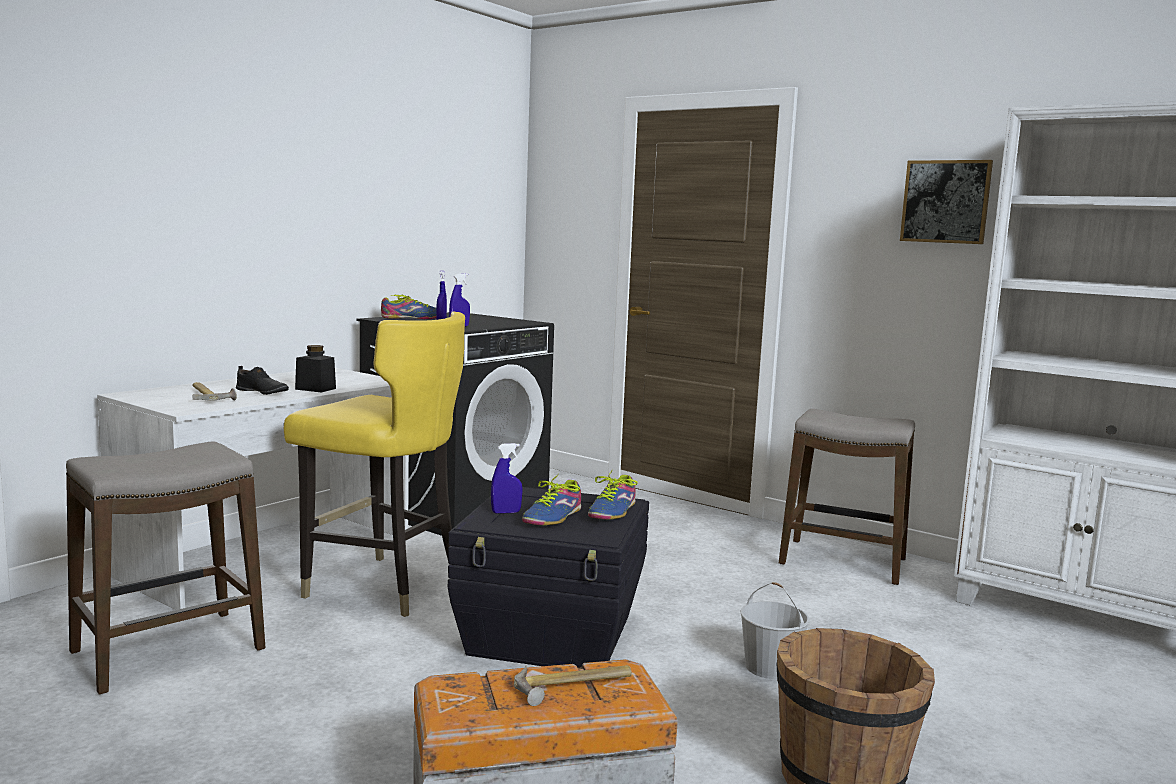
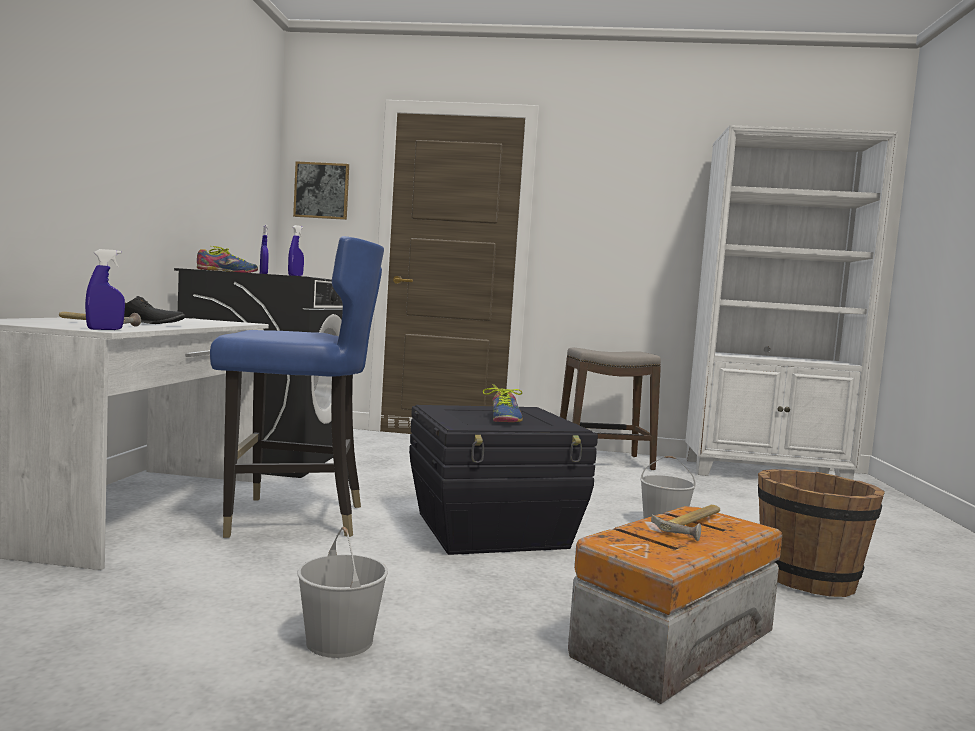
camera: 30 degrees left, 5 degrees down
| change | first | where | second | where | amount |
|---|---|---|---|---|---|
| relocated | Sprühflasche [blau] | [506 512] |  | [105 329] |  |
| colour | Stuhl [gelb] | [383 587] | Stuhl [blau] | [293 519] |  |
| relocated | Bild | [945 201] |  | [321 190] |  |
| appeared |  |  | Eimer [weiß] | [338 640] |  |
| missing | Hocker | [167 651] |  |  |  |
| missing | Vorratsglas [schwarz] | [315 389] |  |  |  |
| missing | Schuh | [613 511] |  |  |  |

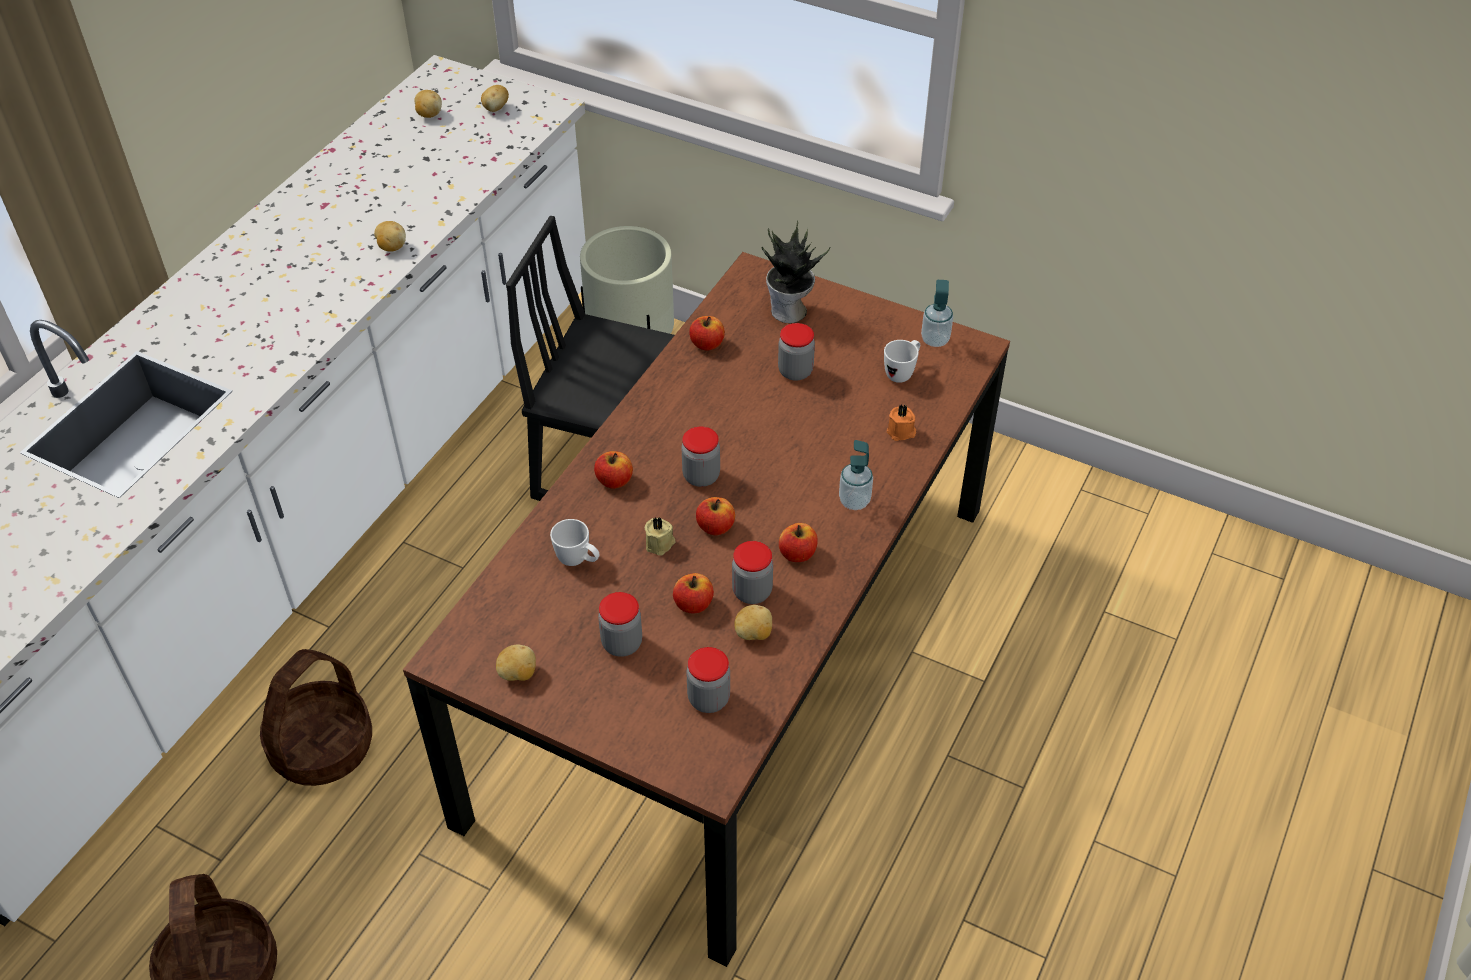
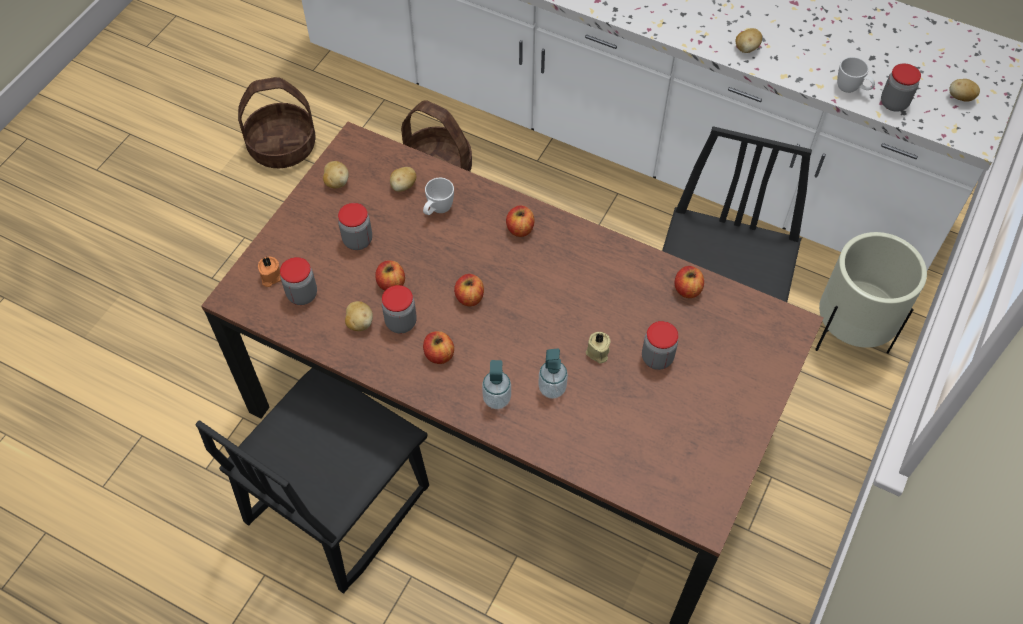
camera: 90 degrees right, 10 degrees up
| change | first | where | second | where | amount |
|---|---|---|---|---|---|
| appeared |  |  | Stuhl [schwarz] | [336 503] |  |
| relocated | Kerze [orange] | [901 432] |  | [270 277] |  |
| relocated | Kartoffel | [429 114] |  | [403 186] |  |
| relocated | Seifenspender | [935 340] |  | [552 388] |  |
| relocated | Kerze [beige] | [660 544] |  | [597 353] |  |
| relocated | Henkelbecher [weiß] | [902 372] |  | [851 89] |  |
| relocated | Vorratsglas | [701 476] |  | [894 103] |  |
| missing | Topfpflanze | [789 312] |  |  |  |

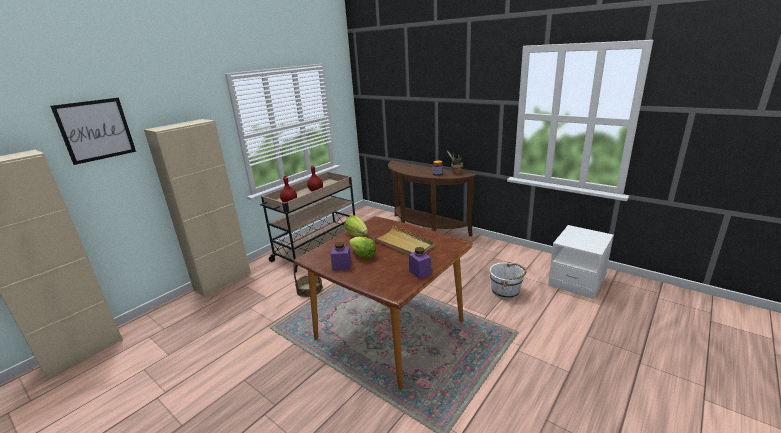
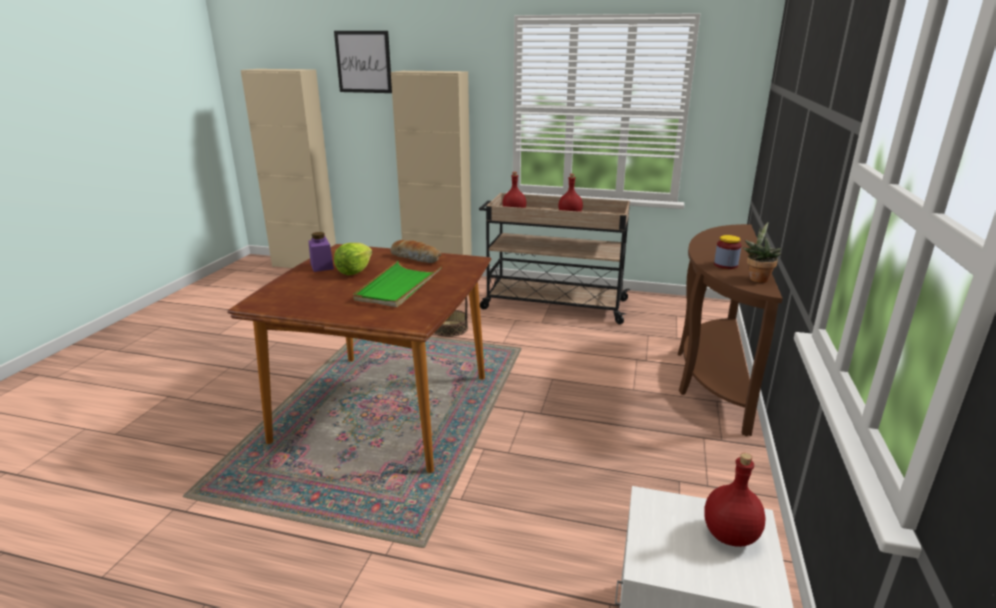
camera: 65 degrees right, 0 degrees up
| change | first | where | second | where | amount |
|---|---|---|---|---|---|
| colour | Tablett [beige] | [403 244] | Tablett [grün] | [398 287] |  |
| exchanged | Salatkopf | [357 235] | Brot | [416 258] |  |
| appeared |  |  | Flasche [rot] | [729 536] |  |
| missing | Vorratsglas [lila] | [420 272] |  |  |  |
| missing | Eimer [weiß] | [506 291] |  |  |  |

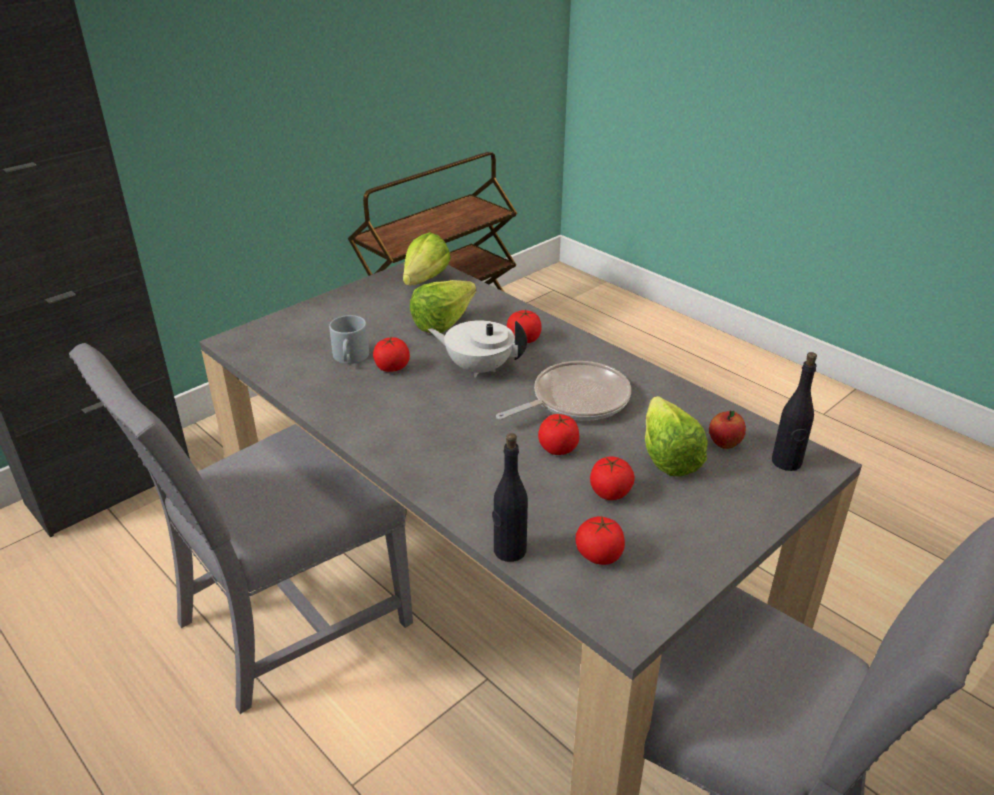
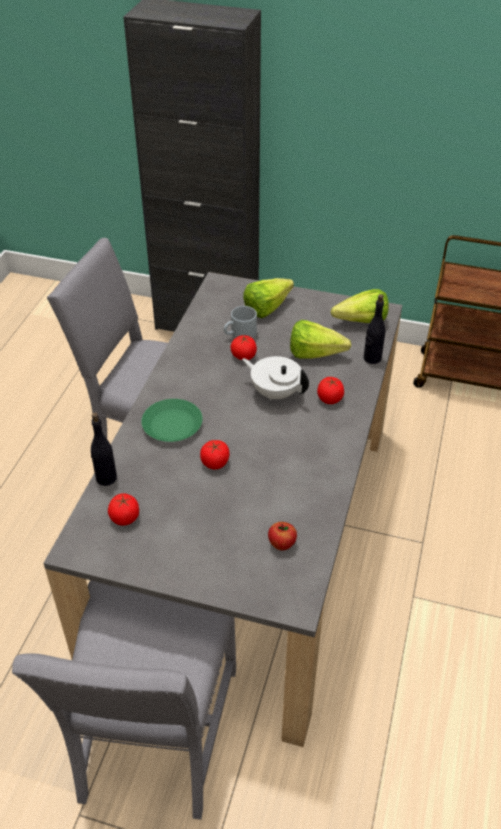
camera: 60 degrees right, 10 degrees up
| change | first | where | second | where | amount |
|---|---|---|---|---|---|
| appeared |  |  | Teller [grün] | [172 426] |  |
| spun | Teekanne [weiß] | [479 368] |  | [275 392] | 45 degrees counterclockwise |
| relocated | Salatkopf | [667 452] |  | [271 307] |  |
| relocated | Flasche [schwarz] | [786 462] |  | [372 358] |  |
| missing | Pfanne | [575 400] |  |  |  |
| missing | Tomate | [610 492] |  |  |  |

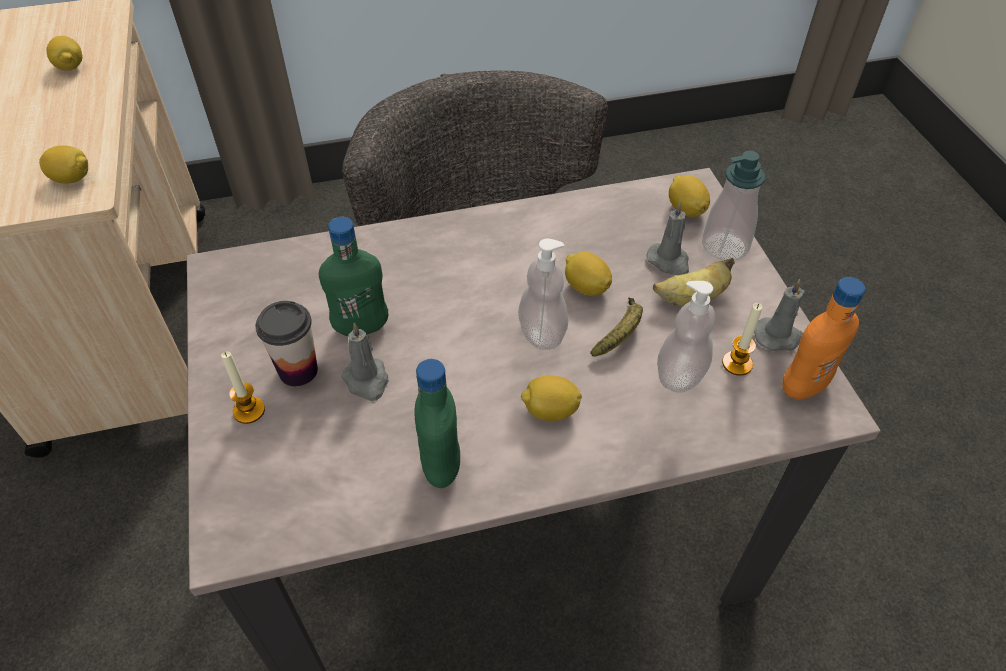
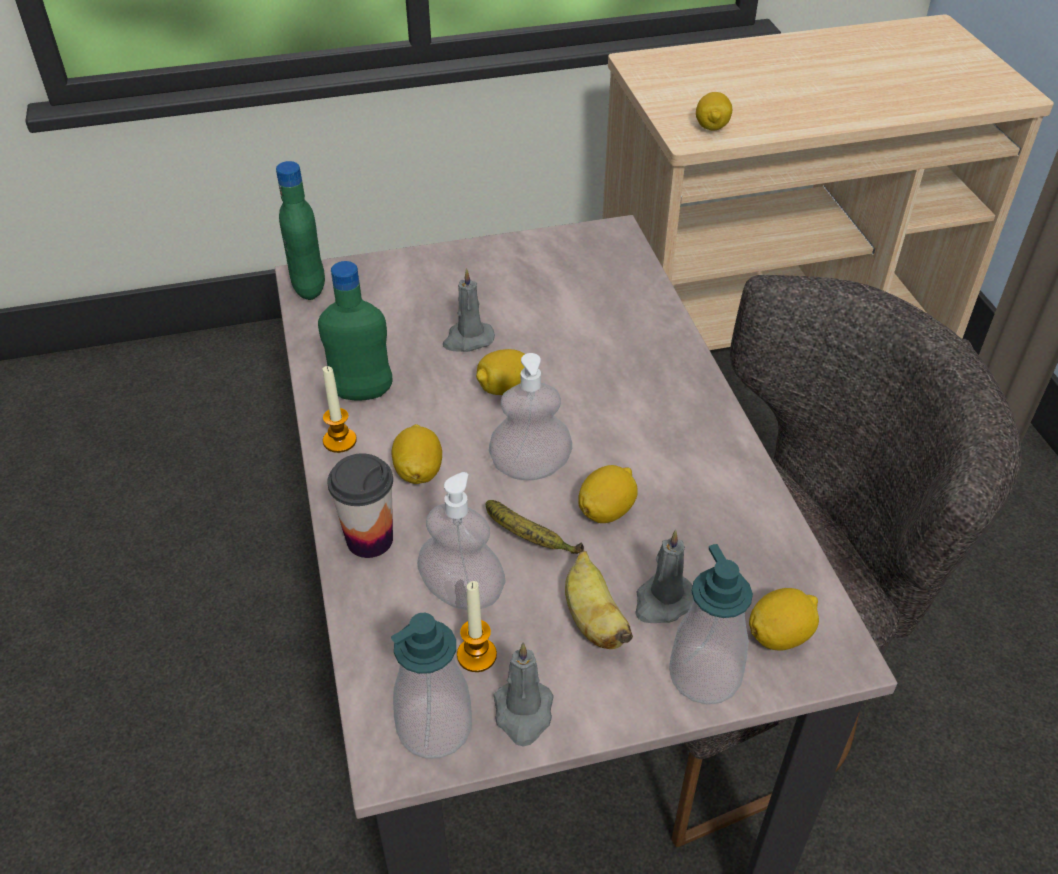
camera: 90 degrees right, 5 degrees down
| change | first | where | second | where | amount |
|---|---|---|---|---|---|
| relocated | Flasche [grün] | [361 327] |  | [309 288] |  |
| relocated | Kerze | [249 410] |  | [339 441] |  |
| relocated | Tasse | [298 371] |  | [370 539] |  |
| exchanged | Flasche [orange] | [804 386] | Seifenspender | [434 727] |  |
| relocated | Zitrone | [70 67] |  | [504 388] |  |

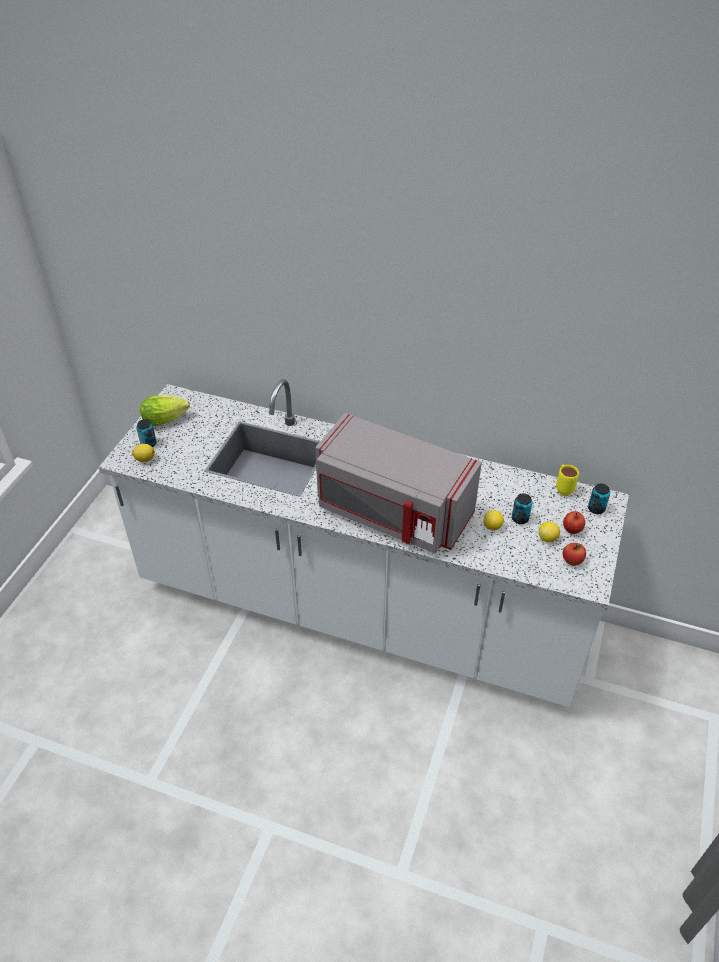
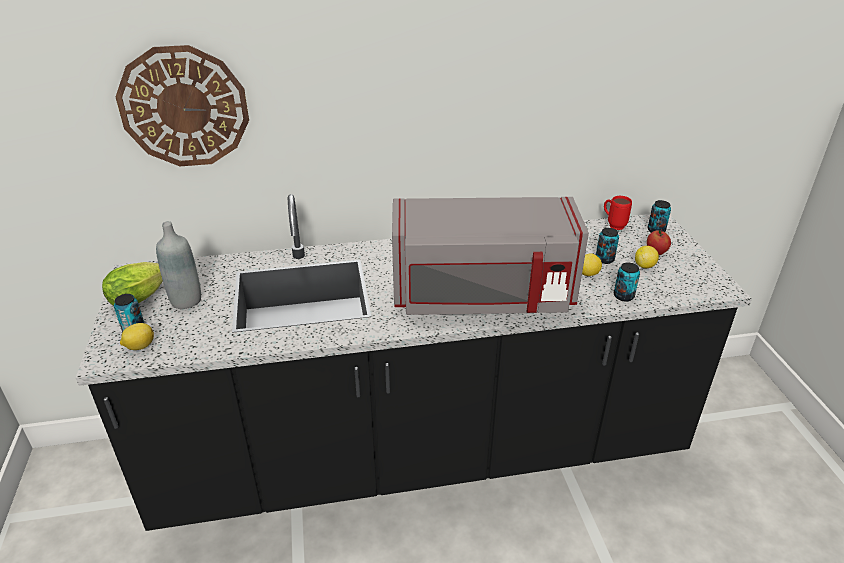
camera: 30 degrees left, 10 degrees down
| change | first | where | second | where | amount |
|---|---|---|---|---|---|
| colour | Küchenzeile [weiß] | [359 609] | Küchenzeile [schwarz] | [422 454] |  |
| appeared |  |  | Wanduhr | [184 107] |  |
| appeared |  |  | Flasche [grau] | [186 300] |  |
| colour | Henkelbecher [gelb] | [563 488] | Henkelbecher [rot] | [613 225] |  |
| appeared |  |  | Dose | [623 296] |  |
| missing | Apfel | [572 561] |  |  |  |

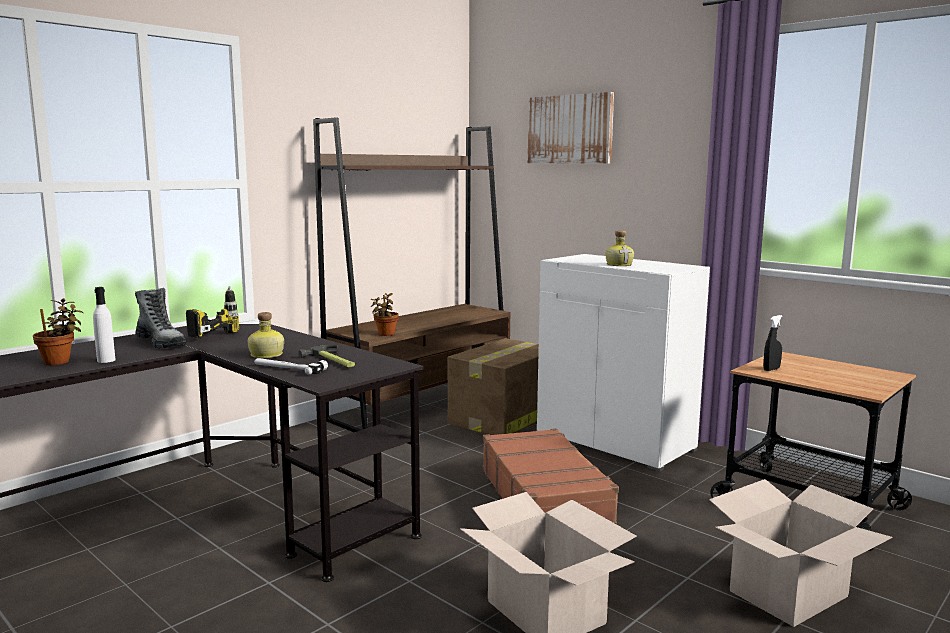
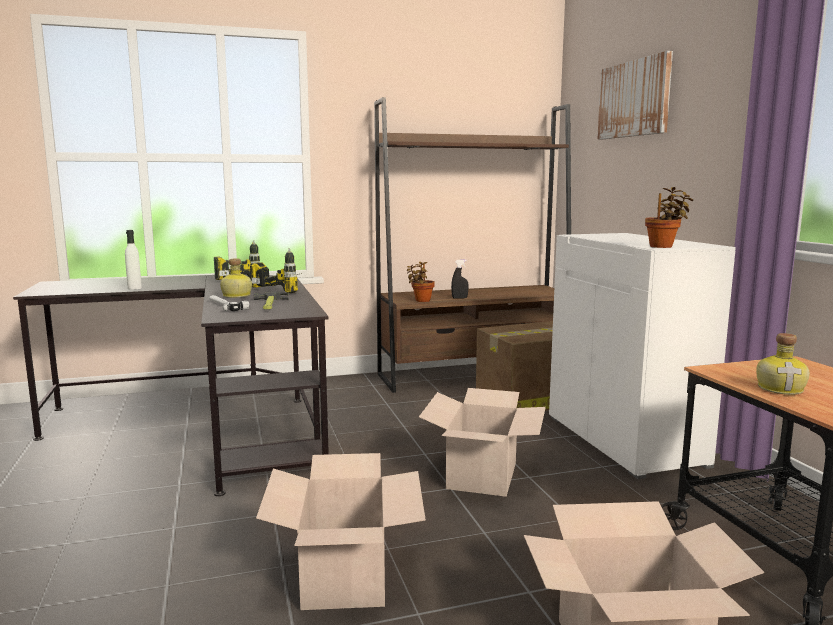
camera: 30 degrees right, 0 degrees up
| change | first | where | second | where | amount |
|---|---|---|---|---|---|
| appeared |  |  | Bohrmaschine | [285 289] |  |
| exchanged | Koffer [braun] | [545 497] | Karton | [481 475] |  |
| relocated | Sprühflasche [schwarz] | [771 369] |  | [459 298] |  |
| relocated | Topfpflanze | [60 362] |  | [663 246] |  |
| relocated | Flasche | [619 265] |  | [781 389] |  |
| missing | Stiefel | [161 343] |  |  |  |

